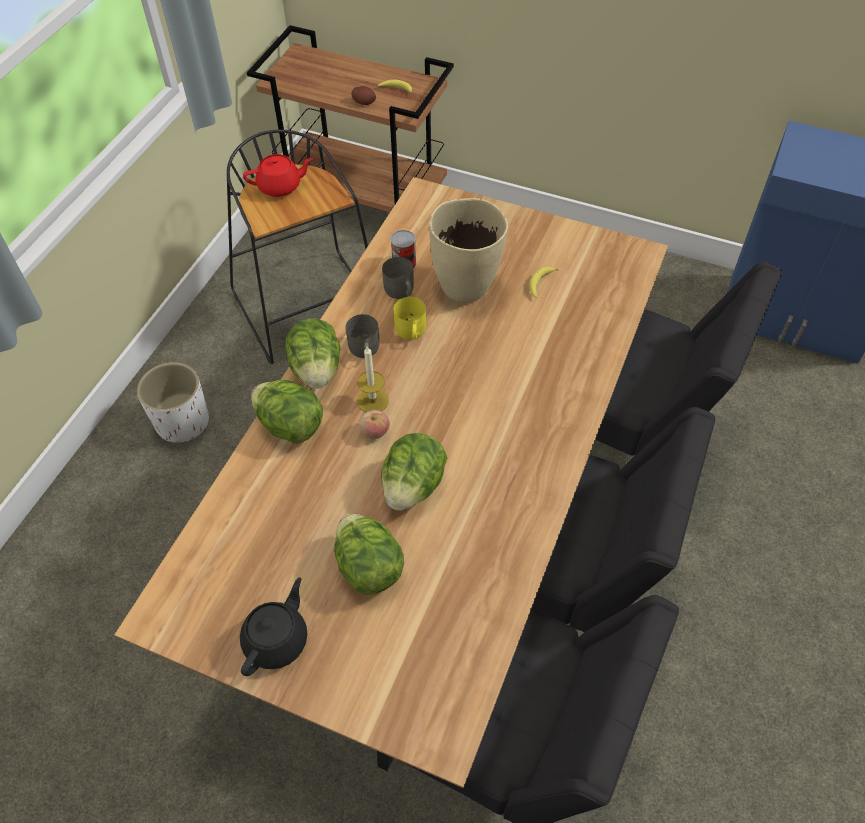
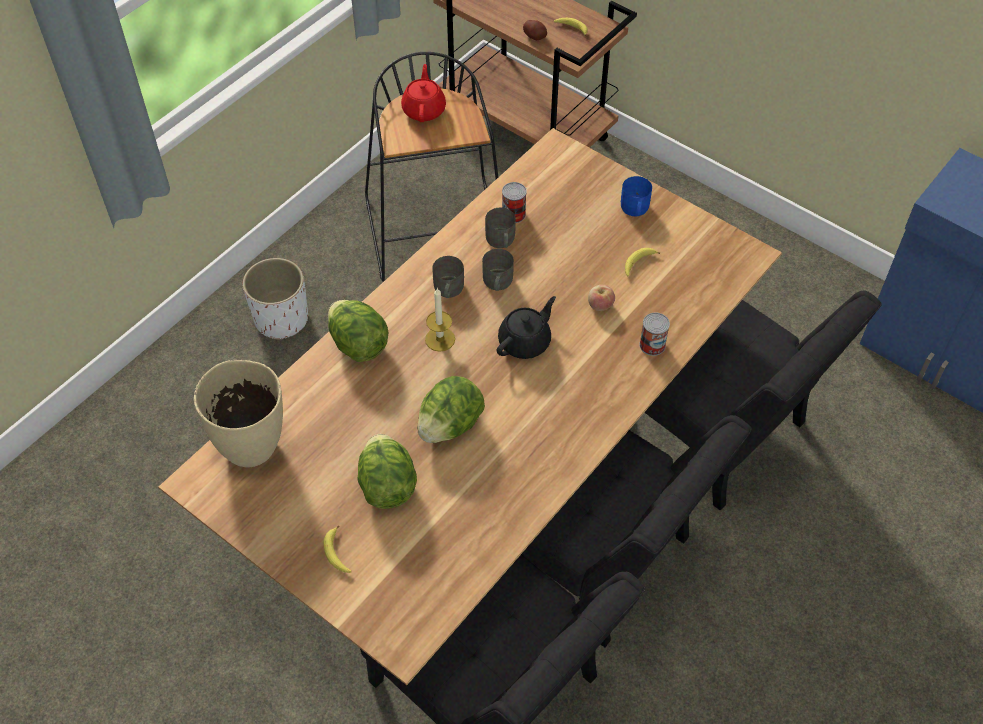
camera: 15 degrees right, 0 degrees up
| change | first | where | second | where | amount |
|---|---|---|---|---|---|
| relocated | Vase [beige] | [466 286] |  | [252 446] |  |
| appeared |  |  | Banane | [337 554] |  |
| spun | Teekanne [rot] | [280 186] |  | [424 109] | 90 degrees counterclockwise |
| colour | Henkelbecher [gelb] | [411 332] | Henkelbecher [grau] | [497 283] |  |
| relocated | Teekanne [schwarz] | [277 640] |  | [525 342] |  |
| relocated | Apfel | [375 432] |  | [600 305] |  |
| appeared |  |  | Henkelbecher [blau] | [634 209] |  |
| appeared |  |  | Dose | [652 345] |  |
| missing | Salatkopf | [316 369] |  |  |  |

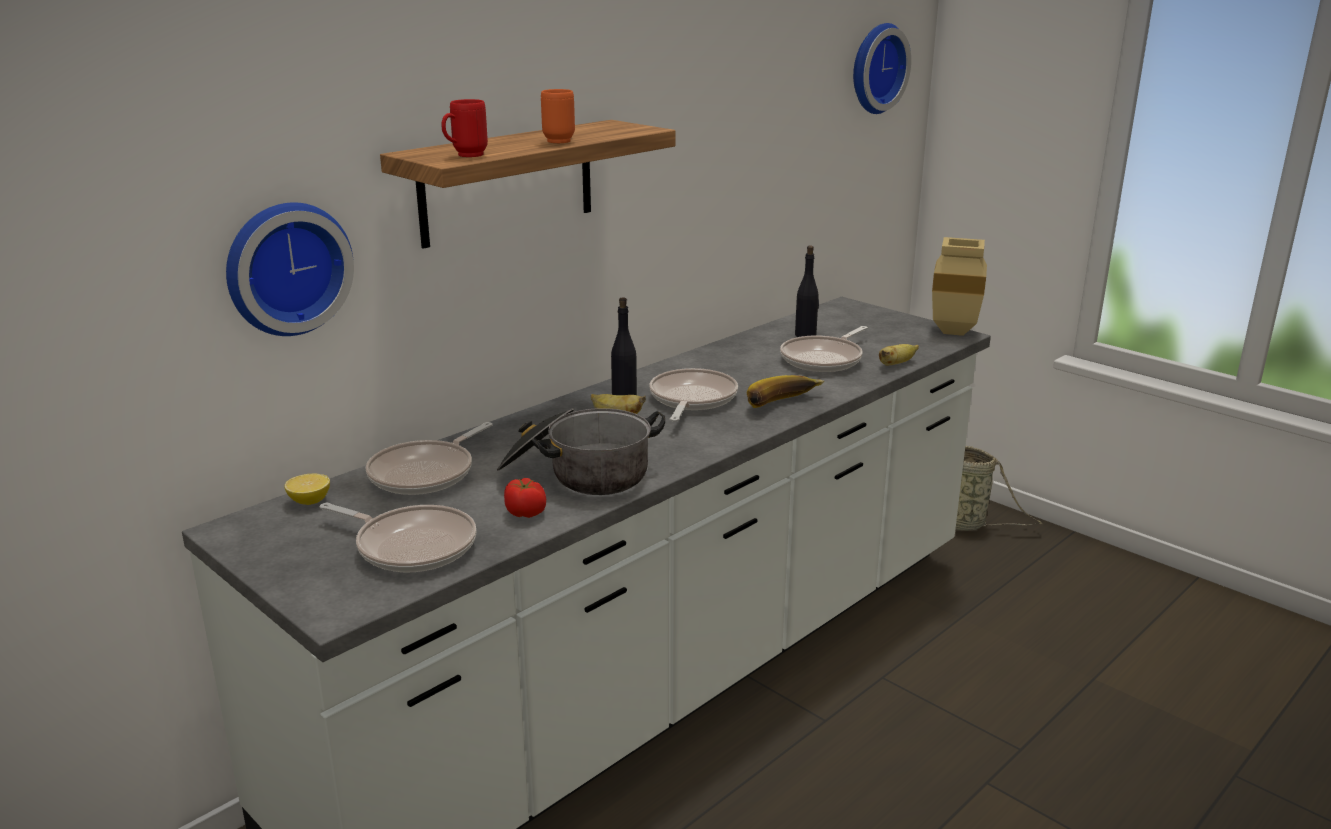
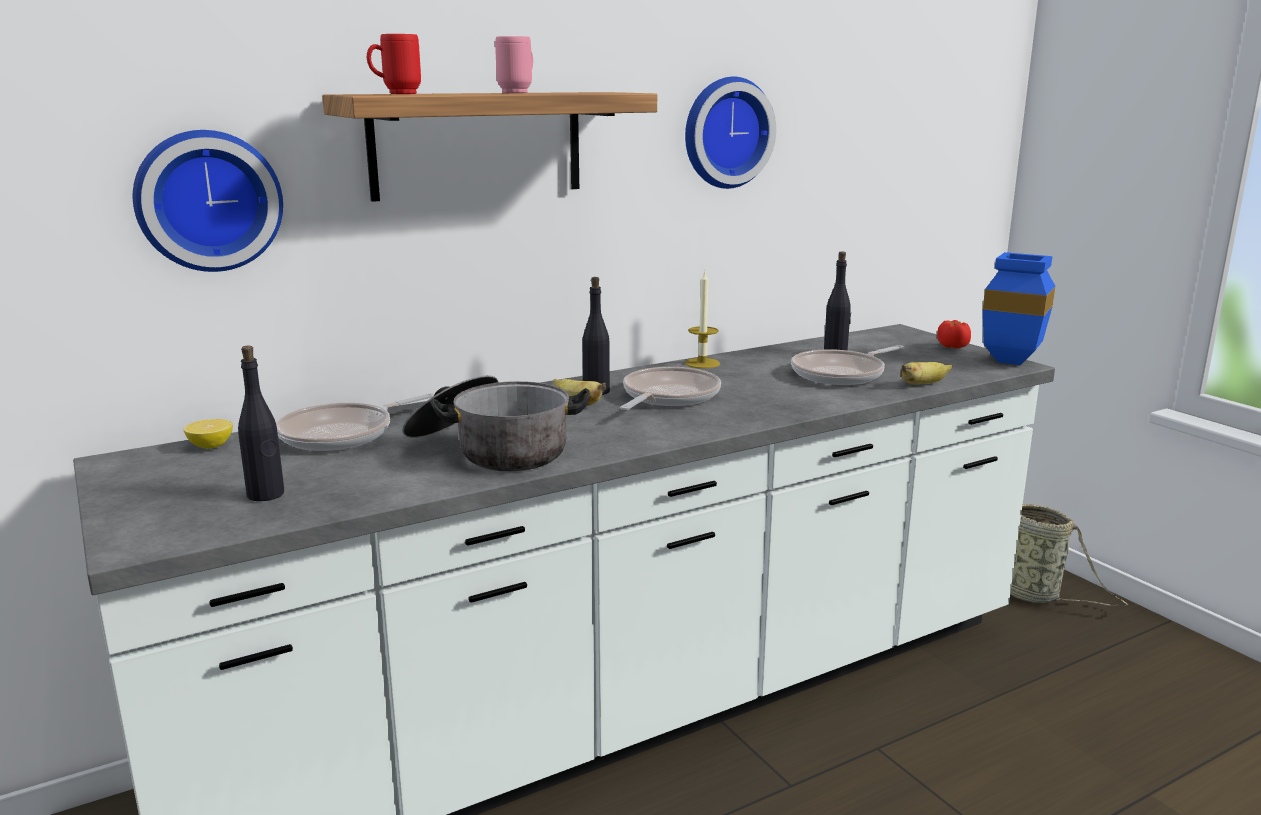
camera: 15 degrees right, 5 degrees down
| change | first | where | second | where | amount |
|---|---|---|---|---|---|
| exchanged | Pfanne | [411 545] | Flasche [schwarz] | [266 494] |  |
| colour | Henkelbecher [orange] | [561 140] | Henkelbecher [rosa] | [519 93] |  |
| relocated | Wanduhr | [874 68] |  | [725 133] |  |
| appeared |  |  | Kerze | [702 363] |  |
| relocated | Tomate | [525 513] |  | [952 347] |  |
| colour | Vase [beige] | [950 332] | Vase [blau] | [1007 361] |  |
| missing | Banane | [784 405] |  |  |  |

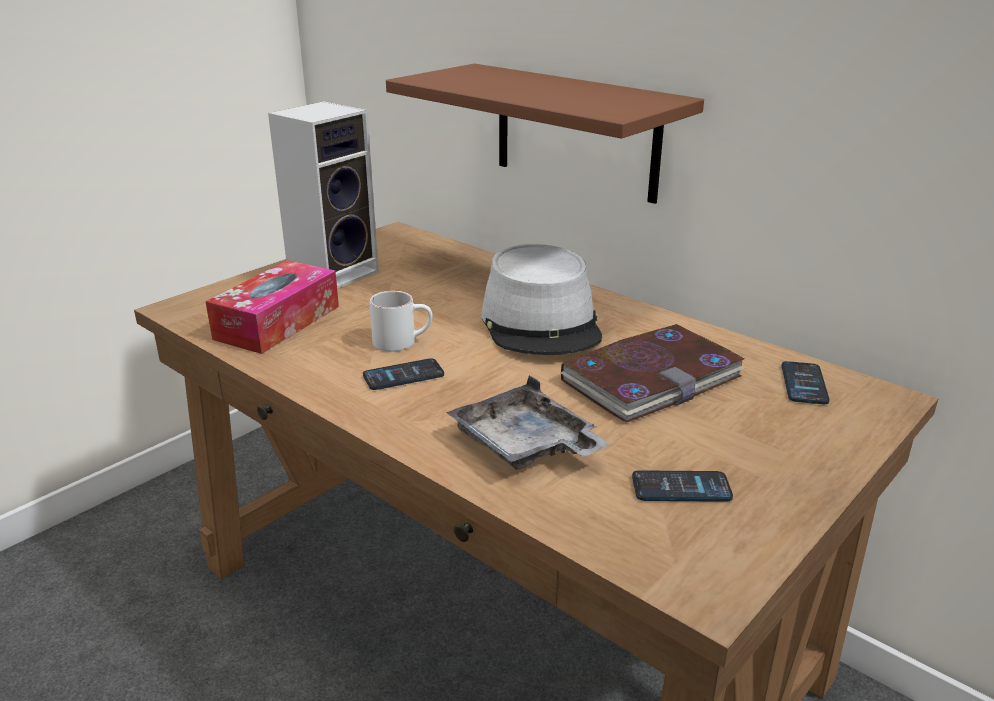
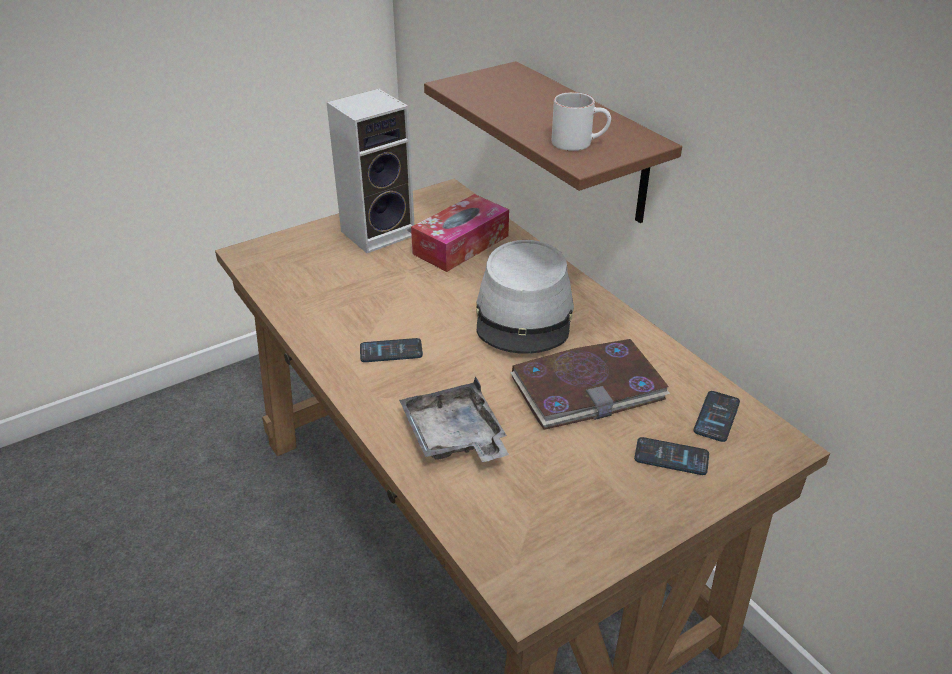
camera: 15 degrees right, 10 degrees up
| change | first | where | second | where | amount |
|---|---|---|---|---|---|
| relocated | Taschentuchbox | [278 322] |  | [461 245] |  |
| relocated | Henkelbecher [weiß] | [402 341] |  | [579 142] |  |
| relocated | Handy | [681 488] |  | [671 457] |  |

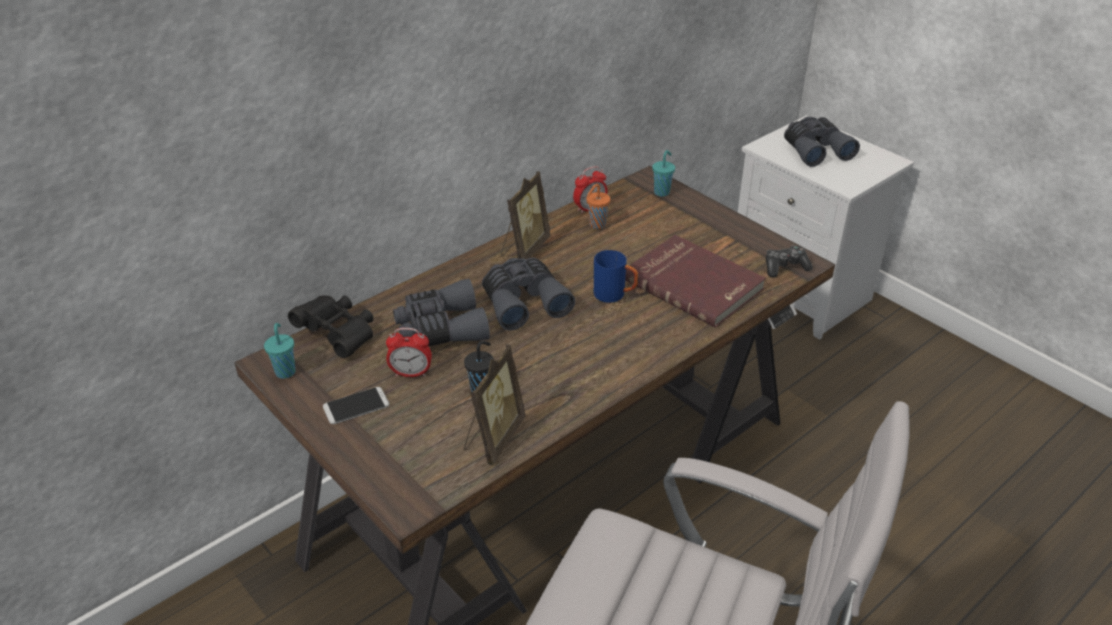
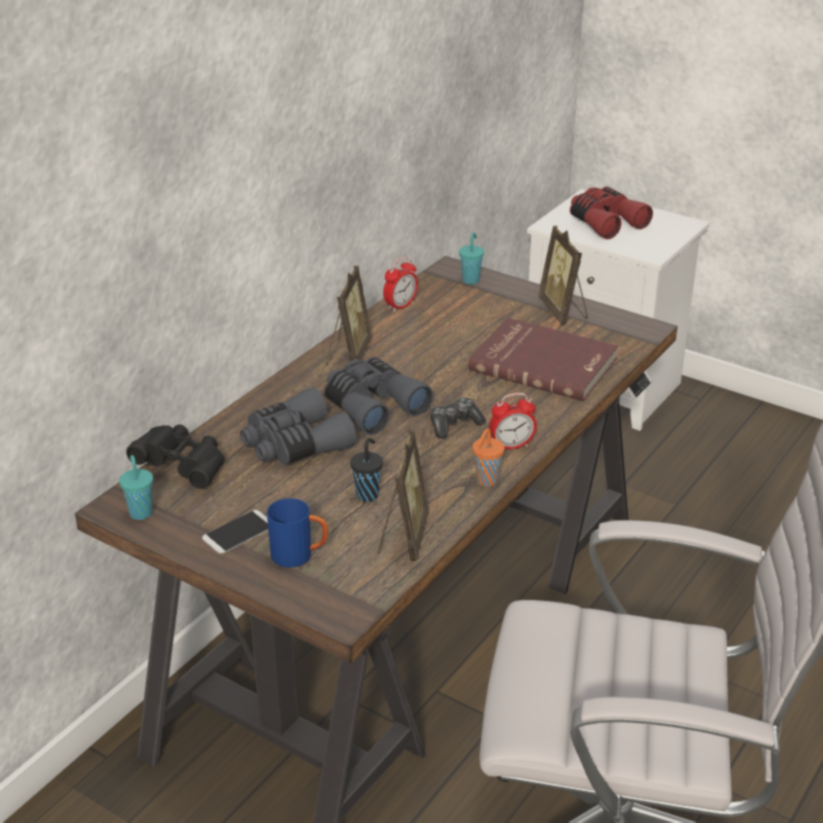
camera: 15 degrees left, 5 degrees down
| change | first | where | second | where | amount |
|---|---|---|---|---|---|
| relocated | Henkelbecher [blau] | [615 295] |  | [299 556] |  |
| relocated | Gamepad | [785 267] |  | [454 425] |  |
| relocated | Tasse [orange] | [596 225] |  | [486 481] |  |
| relocated | Wecker | [411 373] |  | [511 446] |  |
| appeared |  |  | Bilderrahmen | [563 311] |  |
| colour | Fernglas [grau] | [815 149] | Fernglas [rot] | [605 222] |  |

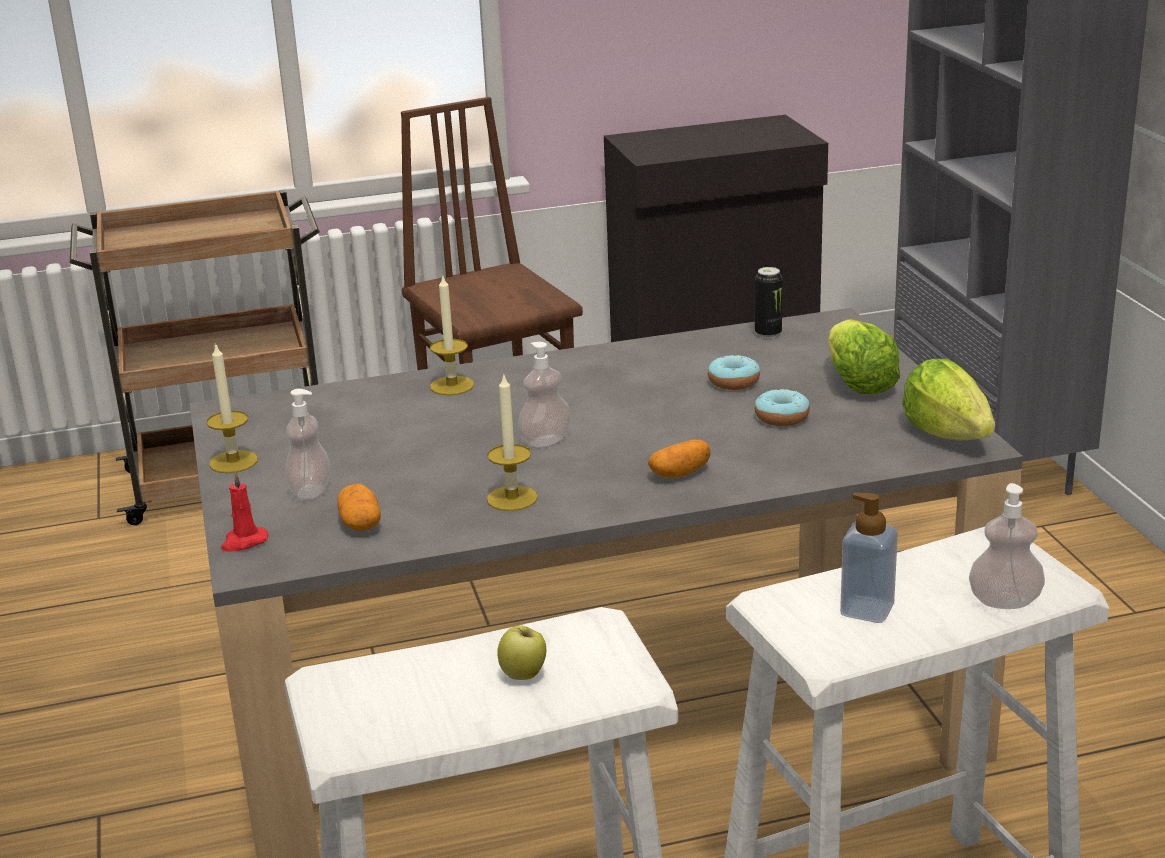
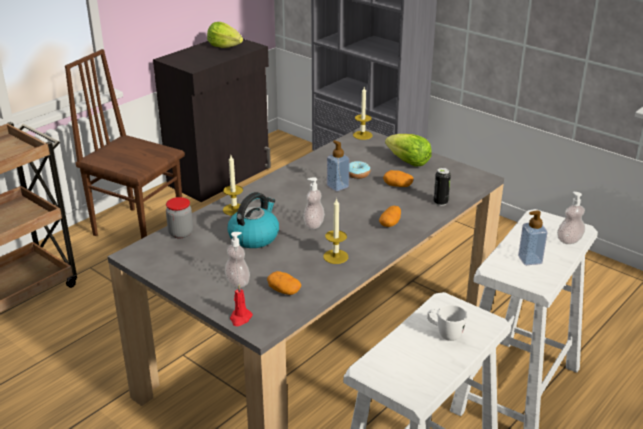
camera: 35 degrees left, 5 degrees up
| change | first | where | second | where | amount |
|---|---|---|---|---|---|
| appeared |  |  | Vorratsglas | [181 233] |  |
| relocated | Salatkopf | [947 434] |  | [224 47] |  |
| appeared |  |  | Wasserkessel | [254 236] |  |
| appeared |  |  | Seifenspender | [337 186] |  |
| relocated | Kerze | [233 462] |  | [362 135] |  |
| exchanged | Donut | [782 417] | Kartoffel | [397 185] |  |
| exchanged | Apfel | [524 675] | Henkelbecher [weiß] | [444 334] |  |
| relocated | Dose | [768 334] |  | [440 202] |  |

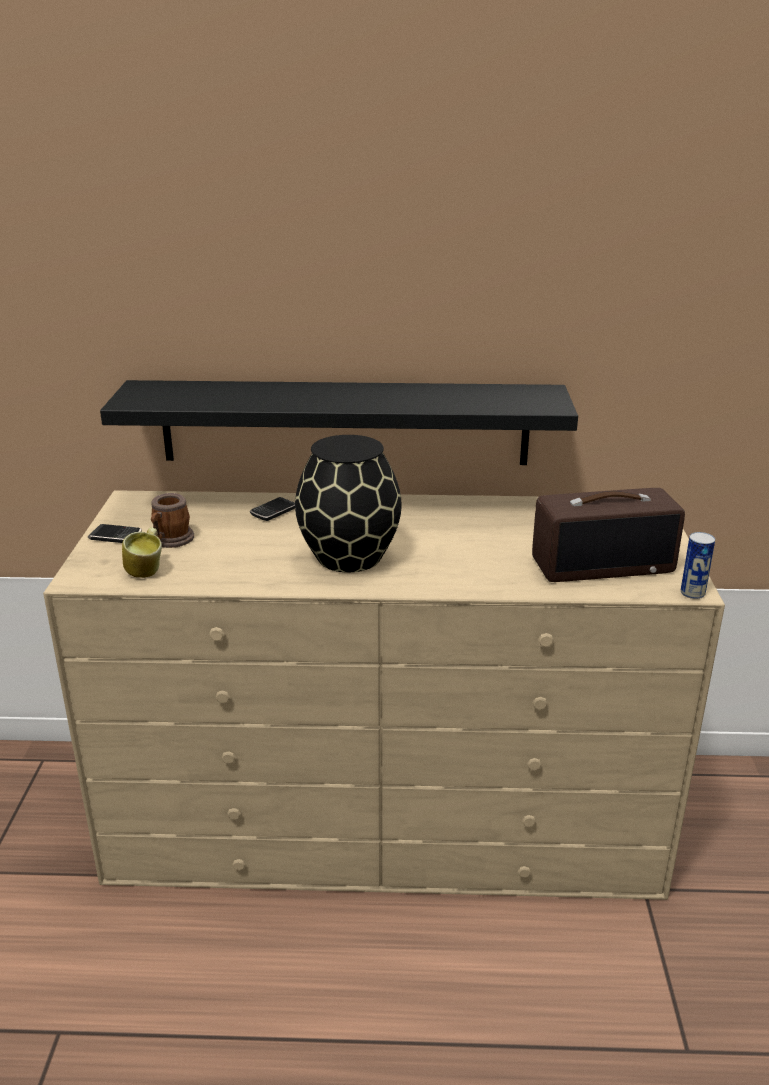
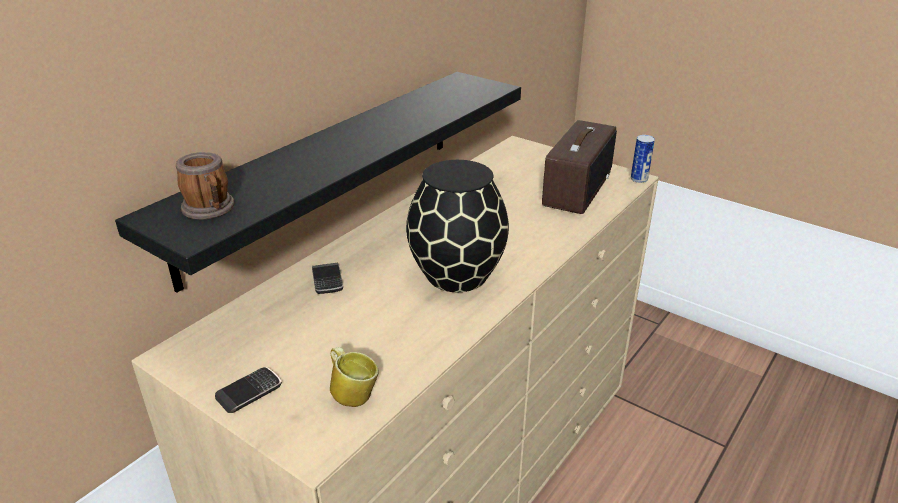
camera: 55 degrees left, 5 degrees up
| change | first | where | second | where | amount |
|---|---|---|---|---|---|
| relocated | Henkelbecher | [170 541] |  | [210 210] |  |

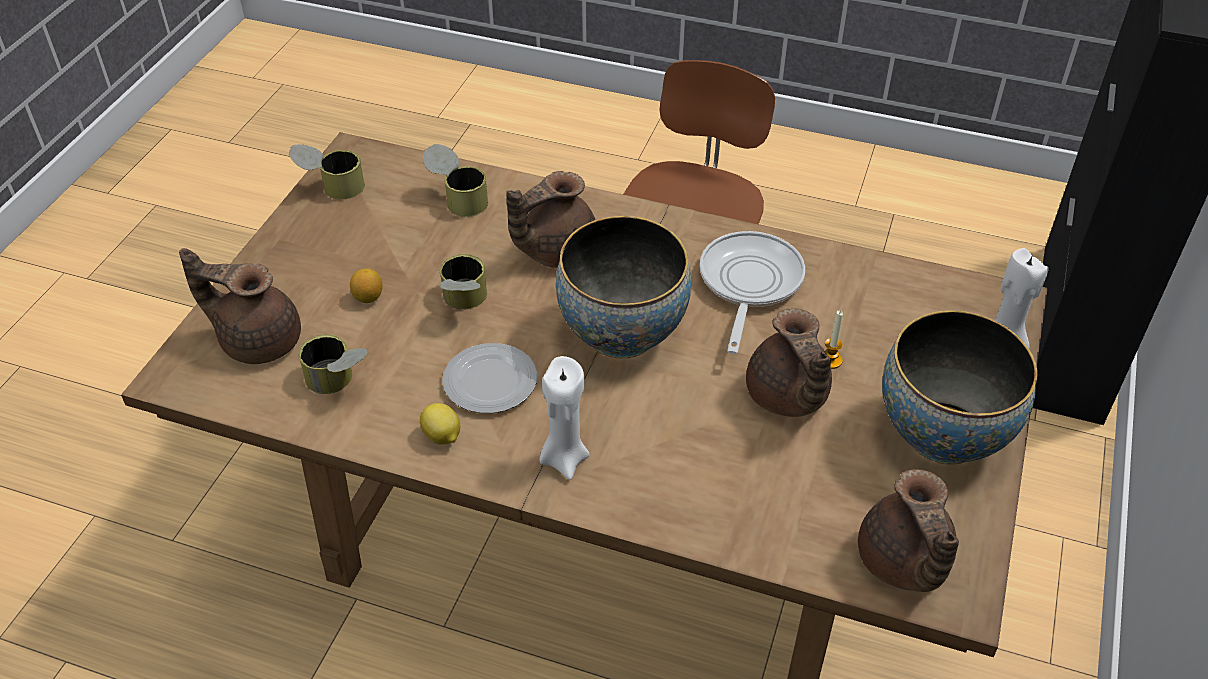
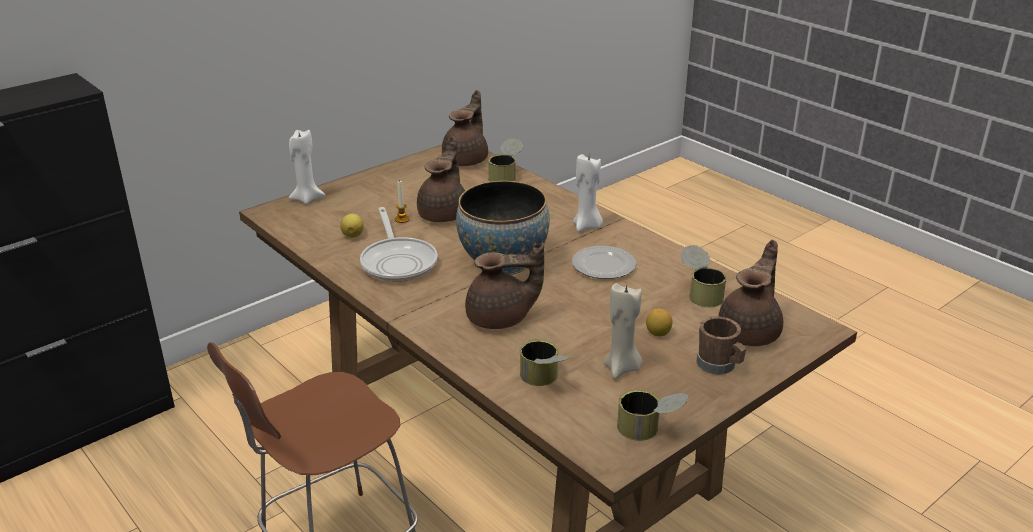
camera: 150 degrees left, 15 degrees down
| change | first | where | second | where | amount |
|---|---|---|---|---|---|
| relocated | Zitrone | [442 437] |  | [353 235] |  |
| spun | Pfanne | [748 284] |  | [398 262] | 60 degrees counterclockwise |
| relocated | Dose | [464 304] |  | [506 176] |  |
| appeared |  |  | Kerze [beige] | [622 368] |  |
| appeared |  |  | Henkelbecher [braun] | [719 366] |  |
| spun | Teekanne [braun] | [258 339] |  | [750 332] | 105 degrees counterclockwise |
| missing | Schüssel | [942 435] |  |  |  |

